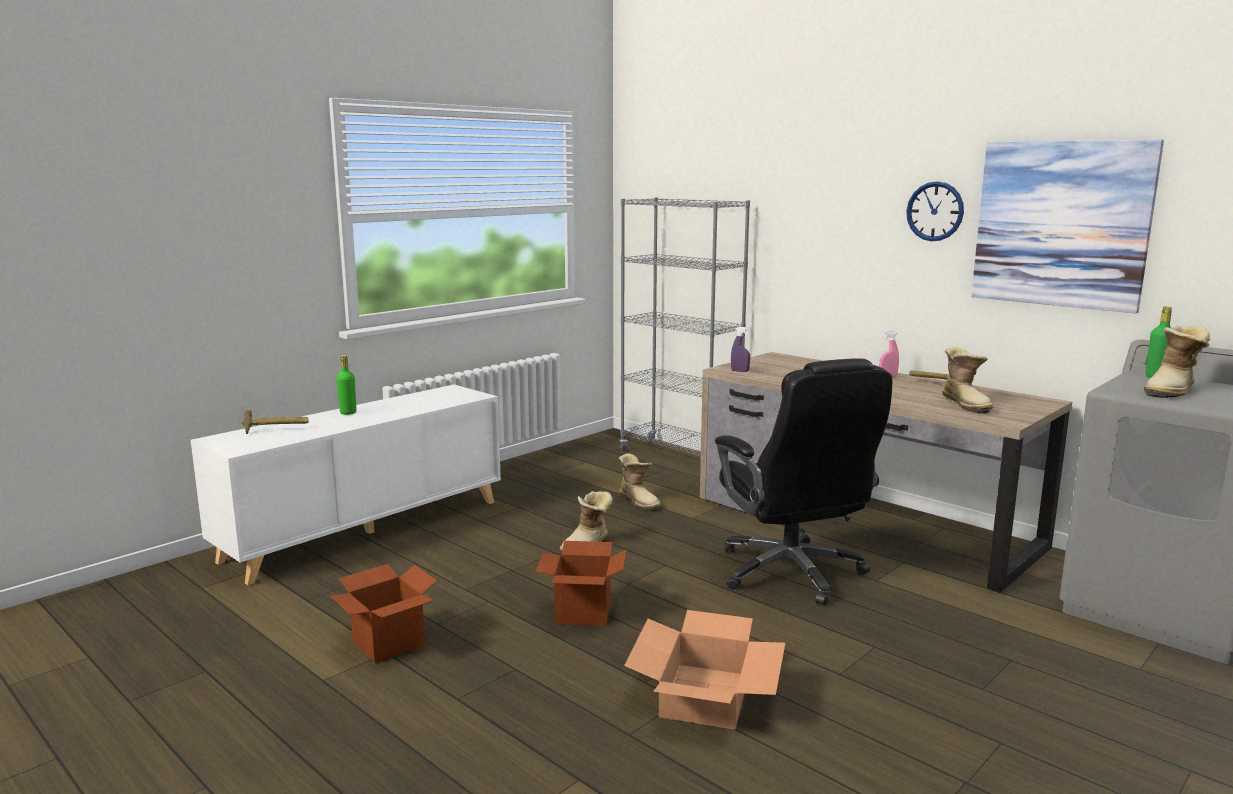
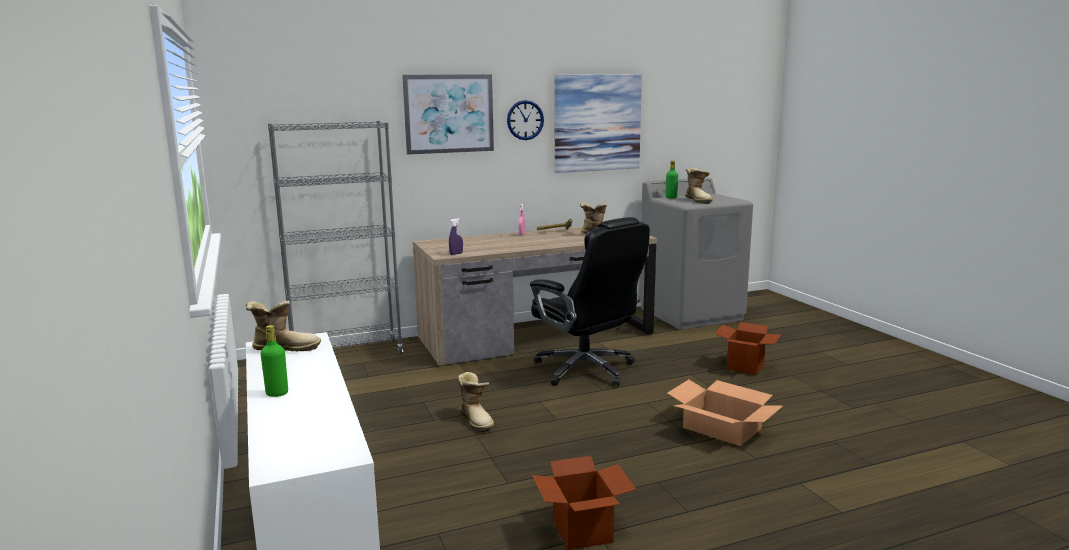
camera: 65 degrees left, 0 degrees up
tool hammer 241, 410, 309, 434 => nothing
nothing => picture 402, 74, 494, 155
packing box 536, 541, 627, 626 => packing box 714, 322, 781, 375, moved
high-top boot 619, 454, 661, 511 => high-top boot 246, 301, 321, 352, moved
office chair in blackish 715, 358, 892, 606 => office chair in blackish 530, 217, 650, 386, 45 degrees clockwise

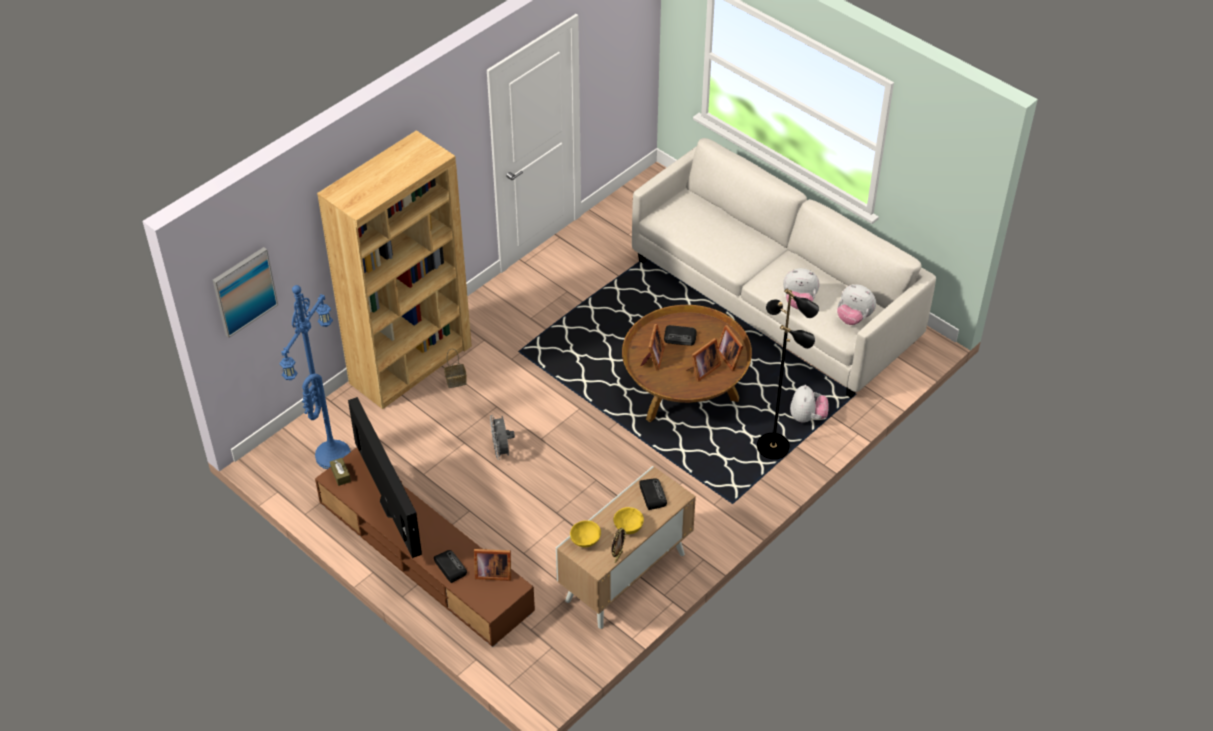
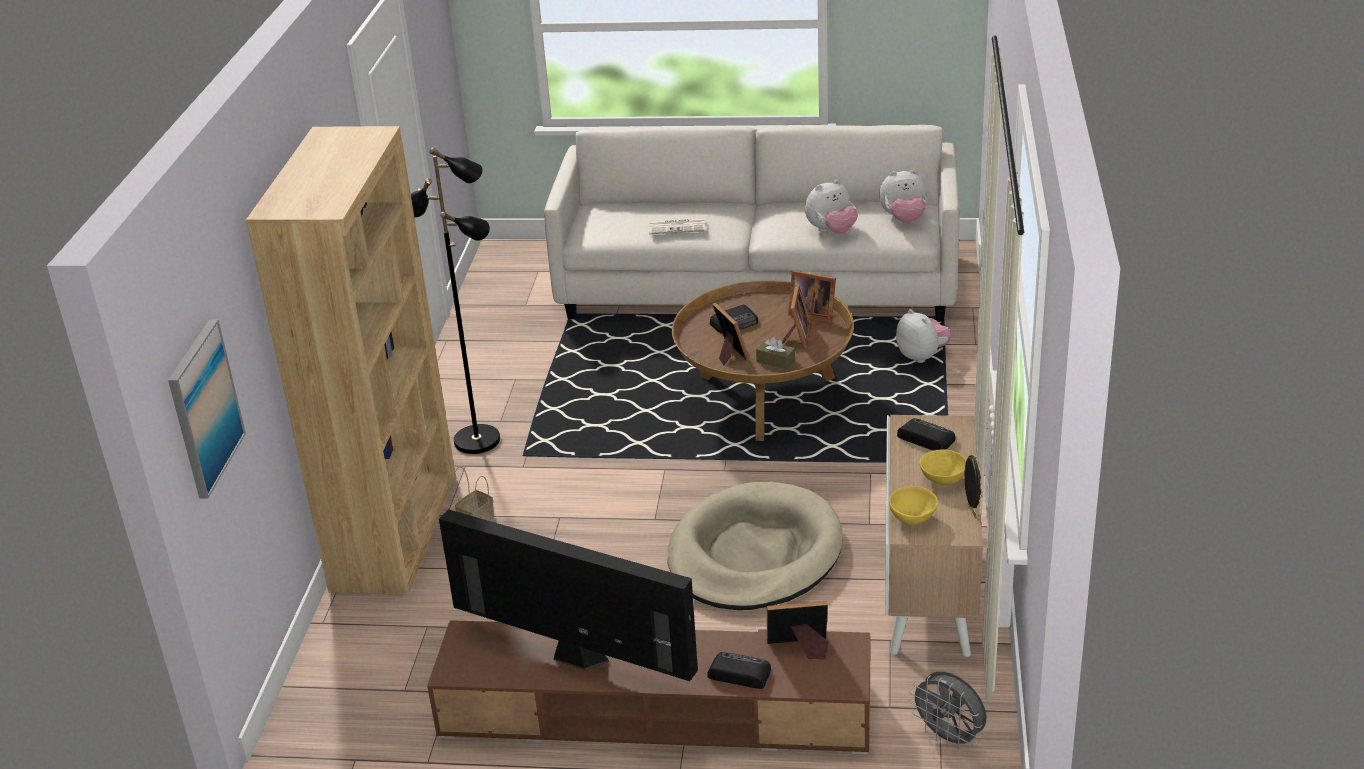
camera: 35 degrees left, 15 degrees down
floor lamp in blue 279, 285, 351, 469 => nothing
nothing => daily paper 649, 218, 705, 234
nothing => dog bed in beige 668, 482, 843, 610
box of tissues in brown-coloured 330, 458, 351, 486 => box of tissues in brown-coloured 756, 337, 795, 369, moved
fan in grey 490, 415, 515, 460 => fan in grey 909, 671, 987, 750, moved
floor lamp in blackish 757, 288, 819, 459 => floor lamp in blackish 411, 147, 500, 454, moved
standing frame 474, 549, 511, 581 => standing frame 767, 601, 829, 659, 150 degrees counterclockwise

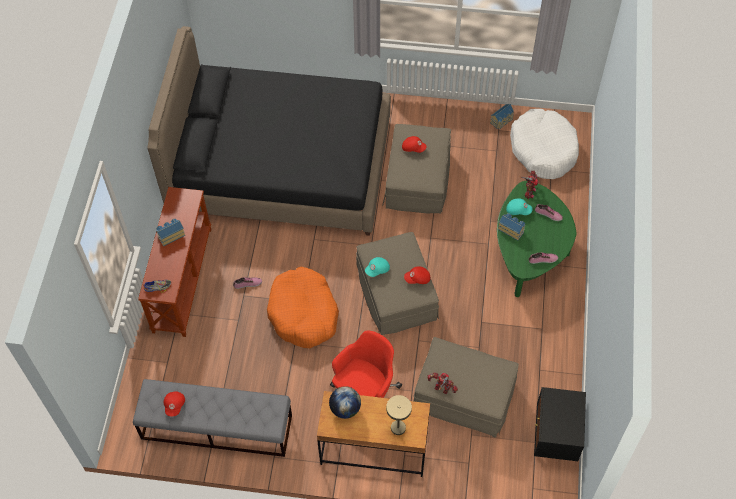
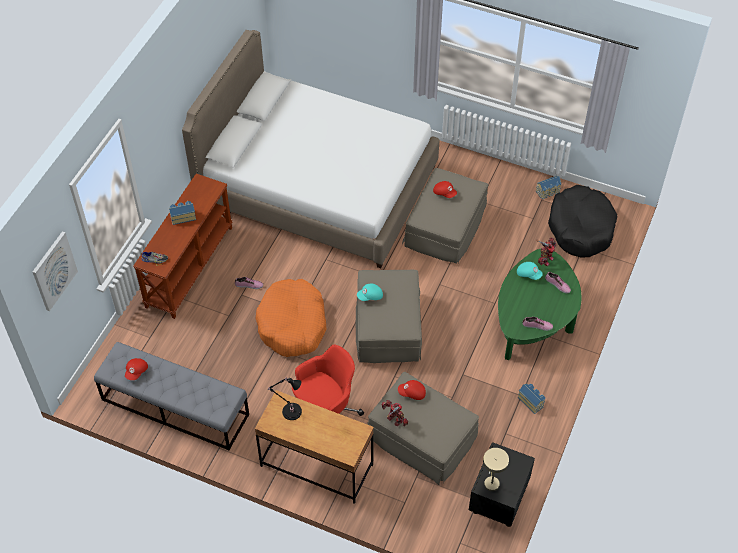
camera: 15 degrees right, 5 degrees down
nothing => picture 33, 231, 78, 311
lamp for a table in beige 386, 395, 412, 435 => lamp for a table in beige 483, 448, 509, 491, moved
peaked cap in red 404, 266, 431, 284 => peaked cap in red 398, 380, 426, 400, moved
model house 498, 213, 525, 241 => model house 518, 384, 546, 414, moved
globe 329, 386, 361, 419 => lamp for a table in blackish 267, 378, 302, 420
sleeping bed in blackish 147, 26, 391, 236 => sleeping bed in white 182, 30, 439, 268
dog bed in white 510, 109, 579, 179 => dog bed in blackish 548, 185, 617, 257

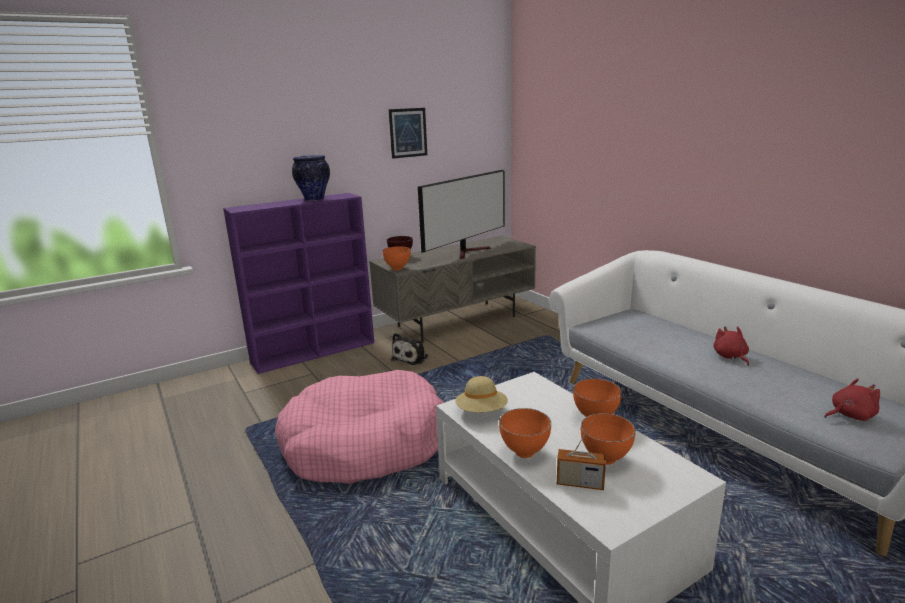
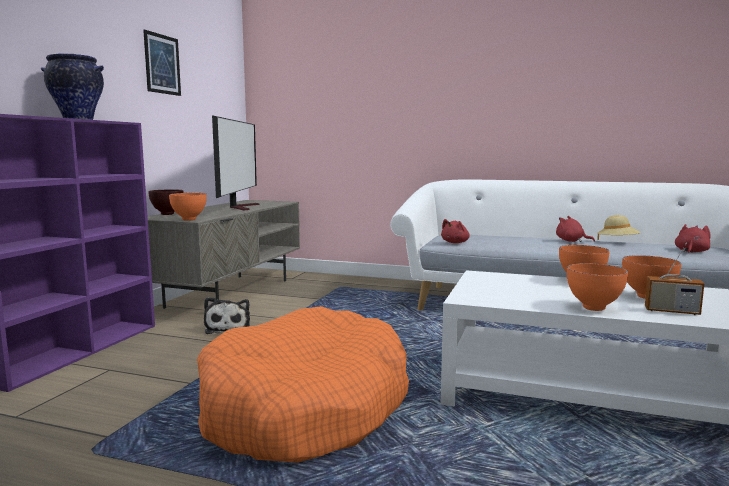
camera: 40 degrees left, 10 degrees down
nothing => plush toy in red 441, 219, 470, 243
clothing hat in beige 455, 376, 508, 412 => clothing hat in beige 597, 215, 641, 240, moved
dog bed in pink 275, 370, 444, 484 => dog bed in orange-coloured 197, 306, 409, 463
radio receiver 557, 421, 606, 490 => radio receiver 645, 243, 704, 315, 45 degrees clockwise

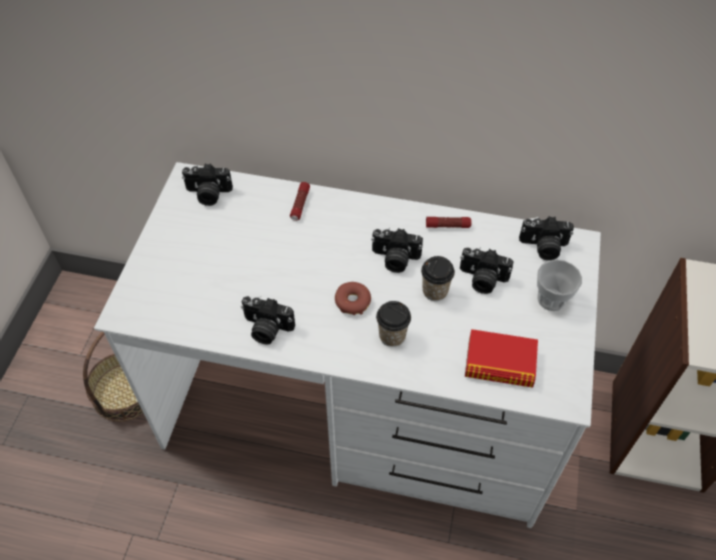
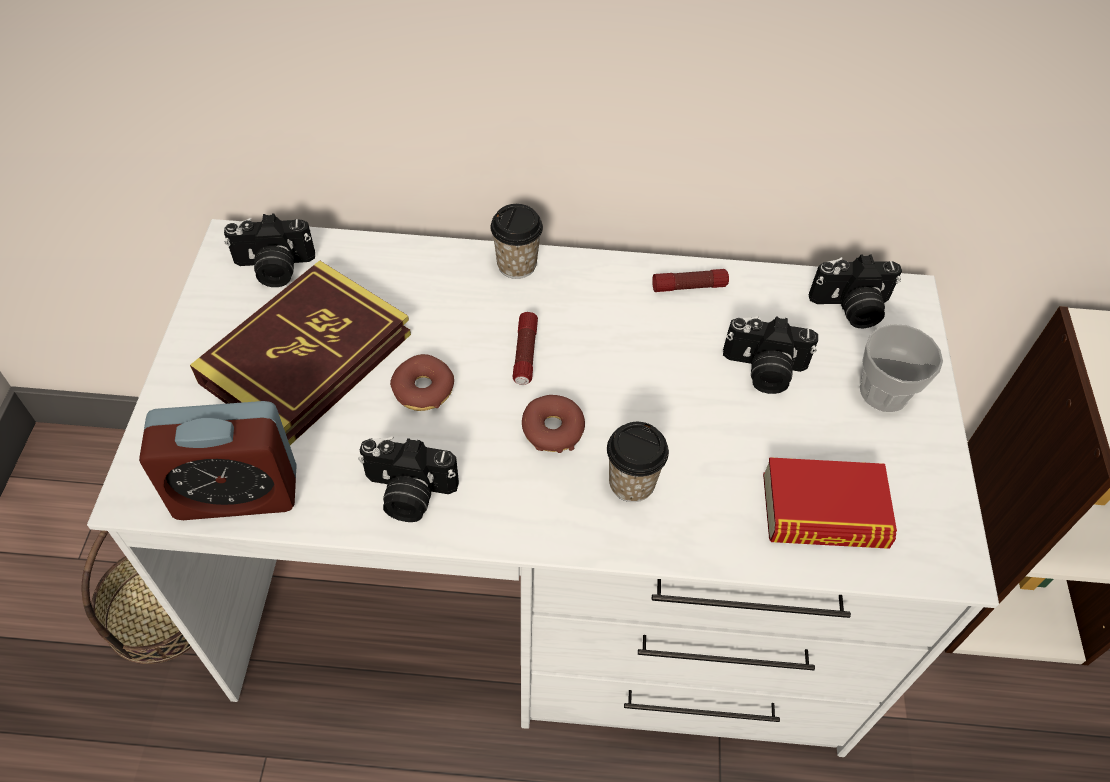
camera: 10 degrees left, 0 degrees up
still camera 371, 228, 423, 273 => nothing
nothing => bedside clock 139, 401, 297, 520
nothing => book 190, 260, 411, 445
nothing => ring doughnut 390, 354, 454, 411
flashlight 290, 182, 310, 221 => flashlight 513, 312, 538, 385, moved
small cup 421, 256, 455, 301 => small cup 490, 204, 543, 279, moved

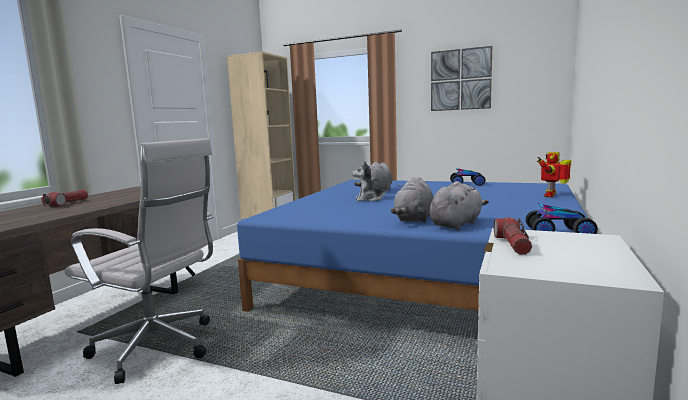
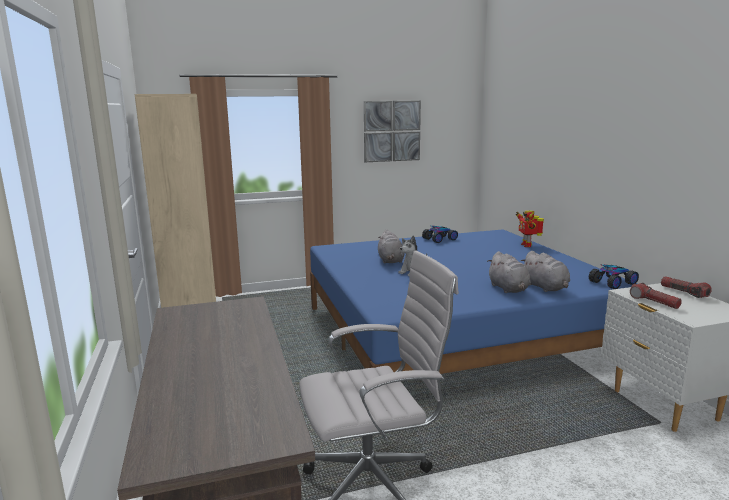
camera: 40 degrees left, 5 degrees up
flashlight 41, 190, 88, 207 => flashlight 661, 276, 712, 298, moved
plush toy in grey 429, 181, 489, 230 => plush toy in grey 521, 251, 570, 292, 150 degrees clockwise

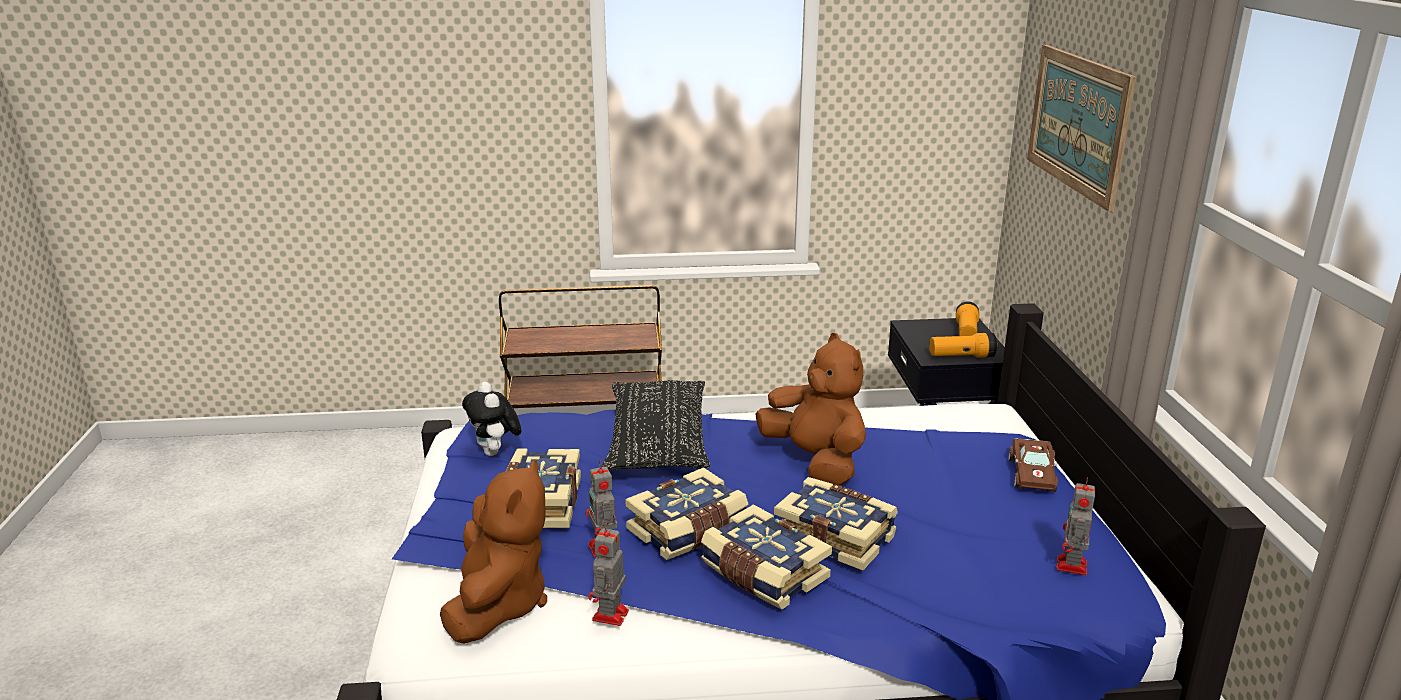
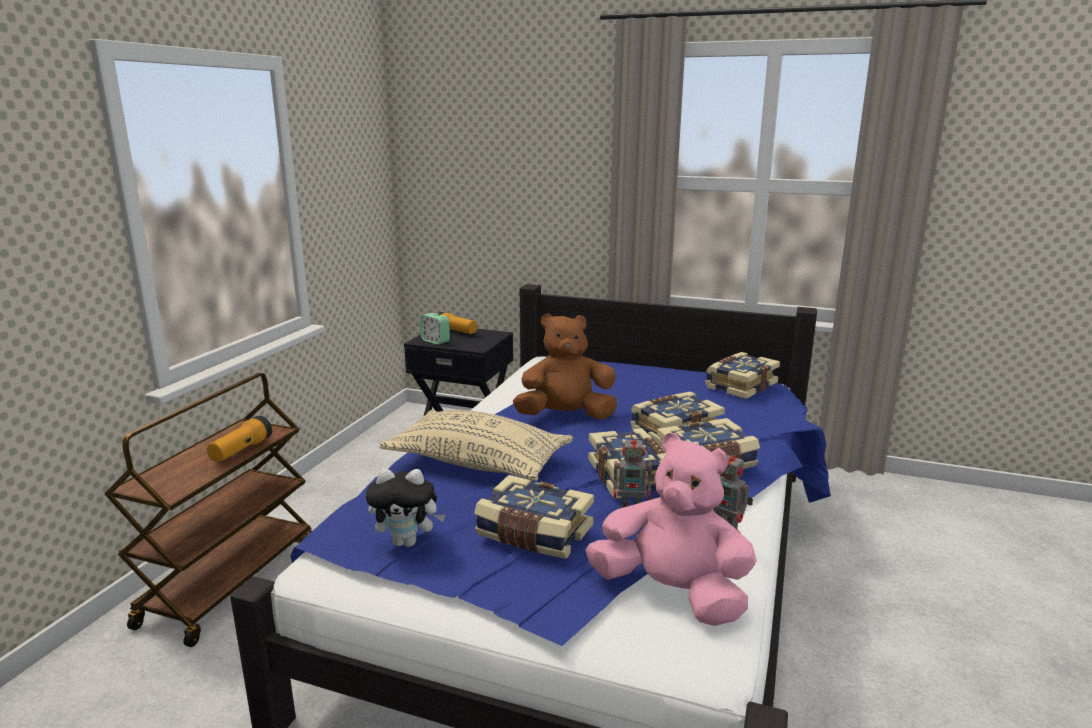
camera: 65 degrees left, 5 degrees down
toy car in brown-coloured 1009, 438, 1058, 492 => nothing
picture 1027, 45, 1136, 212 => nothing
nothing => bedside clock 420, 313, 450, 345
flashlight 929, 333, 997, 357 => flashlight 207, 416, 272, 462, moved
toy robot 1057, 477, 1095, 576 => book 705, 352, 780, 399
plush toy in brown-coloured 440, 459, 547, 644 => plush toy in pink 585, 433, 756, 626
pillow in blackish 602, 380, 710, 471 => pillow in beige 379, 410, 573, 481

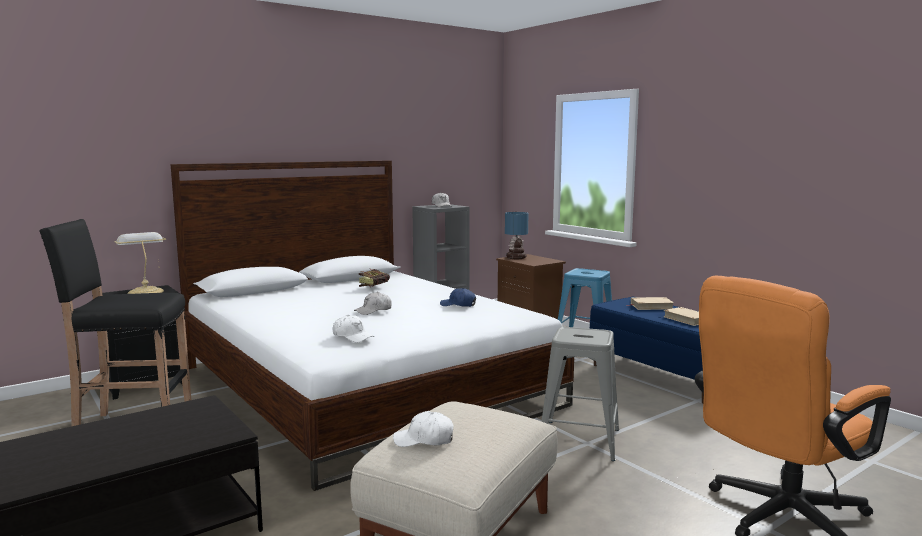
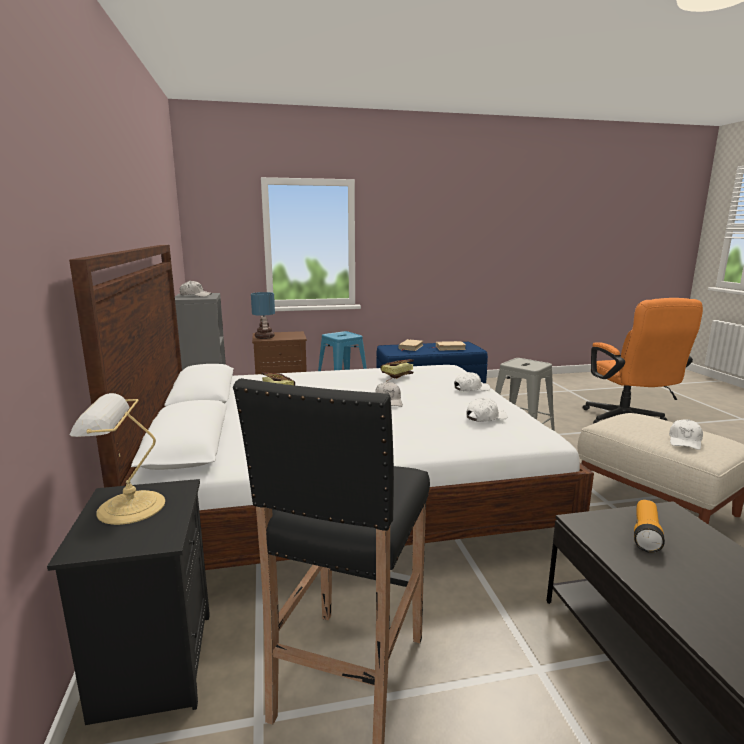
camera: 65 degrees left, 5 degrees up
nothing => peaked cap in white 454, 372, 490, 391
nothing => flashlight 634, 500, 665, 553
peaked cap in blue 440, 288, 476, 307 => book 381, 359, 414, 382

